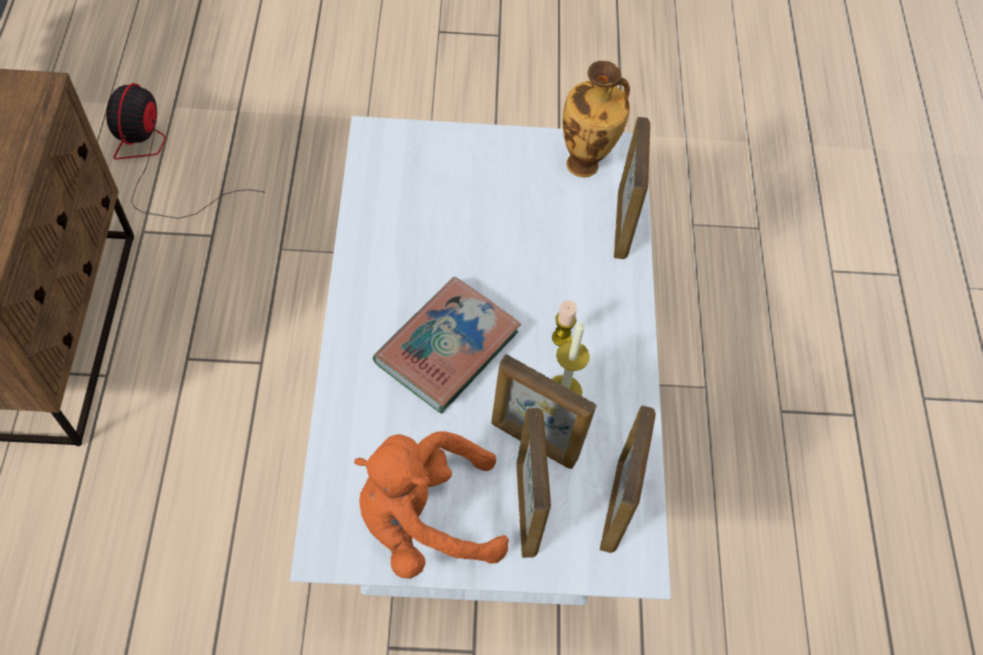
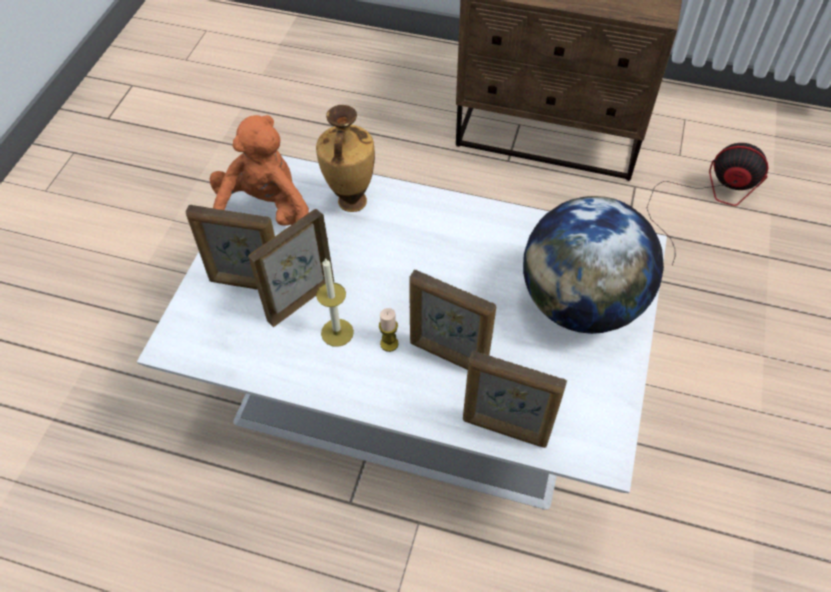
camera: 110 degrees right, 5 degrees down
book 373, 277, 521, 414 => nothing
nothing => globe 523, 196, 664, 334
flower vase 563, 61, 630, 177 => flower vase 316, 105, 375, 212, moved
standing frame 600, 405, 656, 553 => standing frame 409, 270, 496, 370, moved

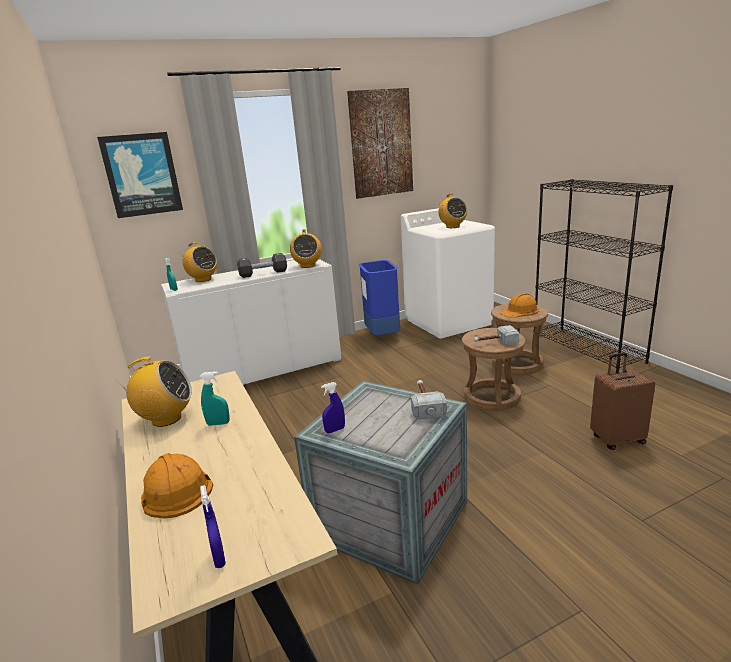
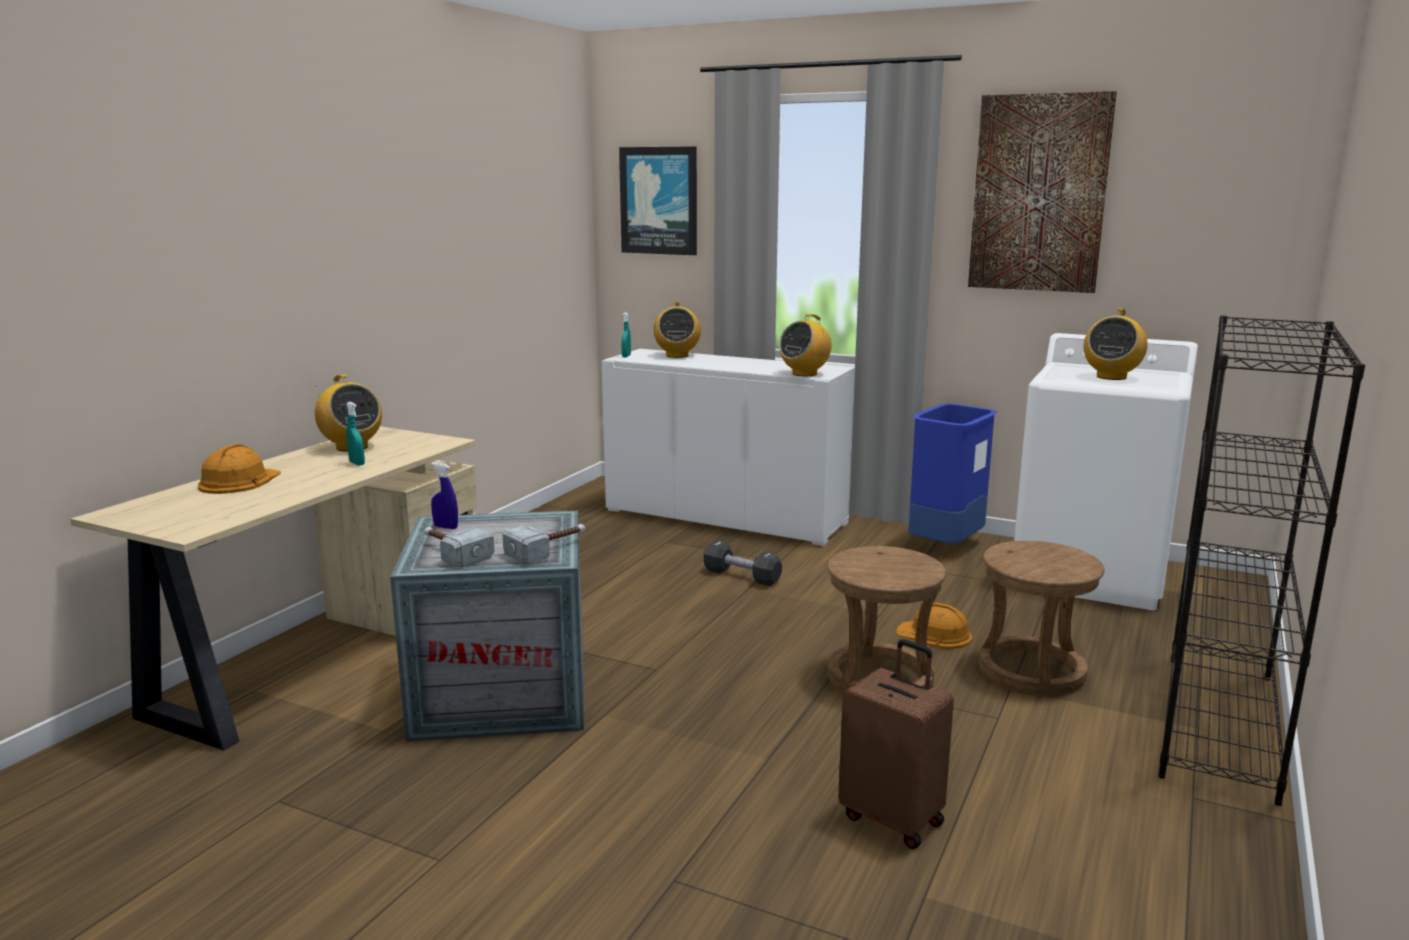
camera: 50 degrees right, 5 degrees down
hand sprayer in blue 200, 485, 226, 568 => nothing
free weight in blackish 237, 253, 287, 278 => free weight in blackish 704, 540, 782, 586, moved
tool hammer 474, 325, 519, 345 => tool hammer 424, 527, 495, 568, moved
safety helmet in orange-coloured 500, 293, 539, 318 => safety helmet in orange-coloured 896, 603, 972, 649, moved

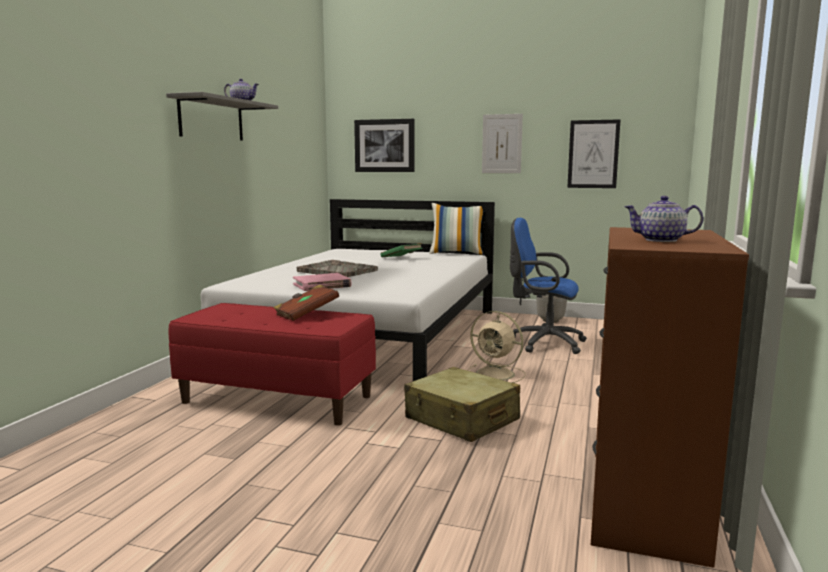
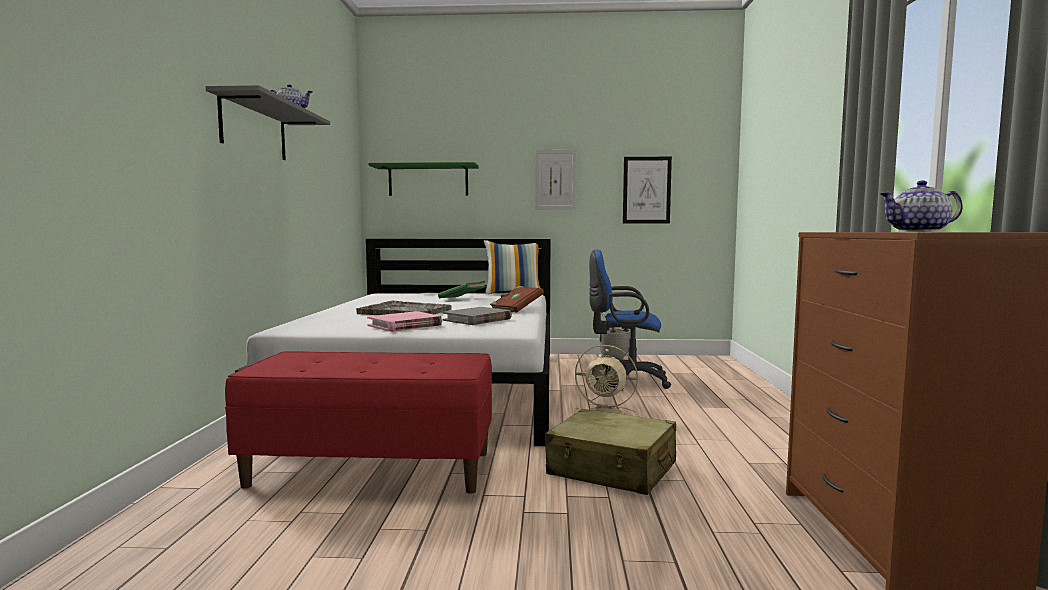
camera: 15 degrees left, 5 degrees down
nothing => book in grey 442, 307, 512, 325
book in brown-coloured 273, 284, 339, 321 => book in brown-coloured 490, 286, 544, 313, moved
picture 354, 119, 414, 172 => bracket shelf in green-coloured 368, 162, 479, 196

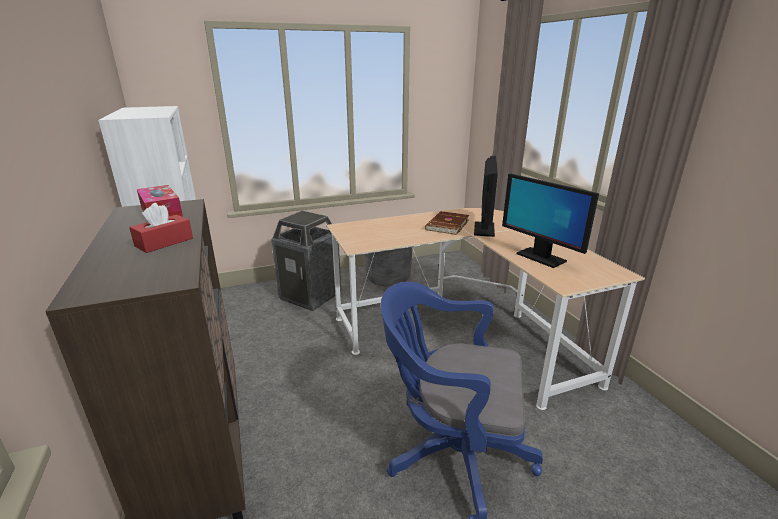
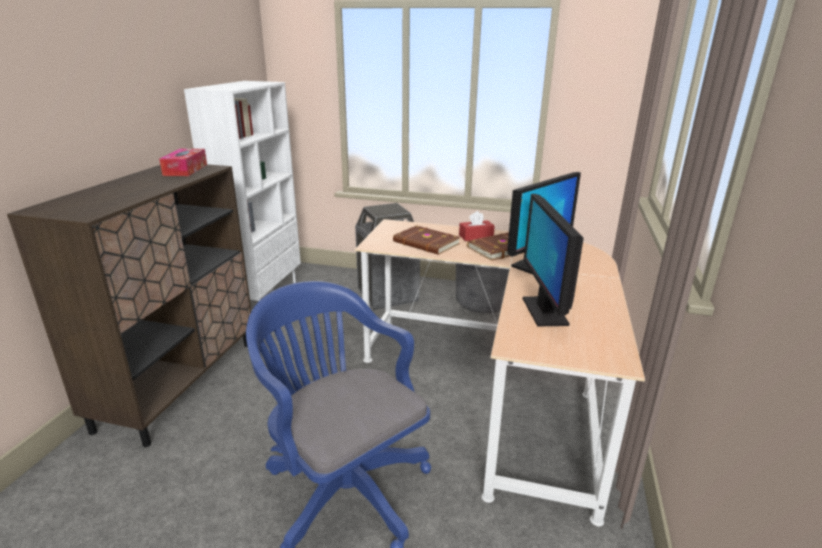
camera: 35 degrees right, 0 degrees up
nothing => book in brown-coloured 393, 225, 460, 255
box of tissues in red 129, 203, 193, 253 => box of tissues in red 459, 211, 495, 241, moved

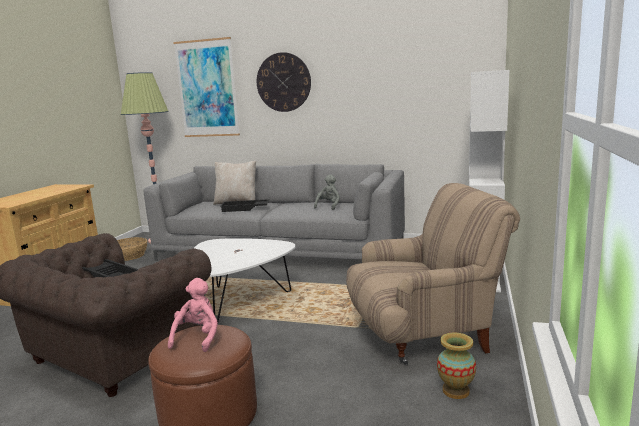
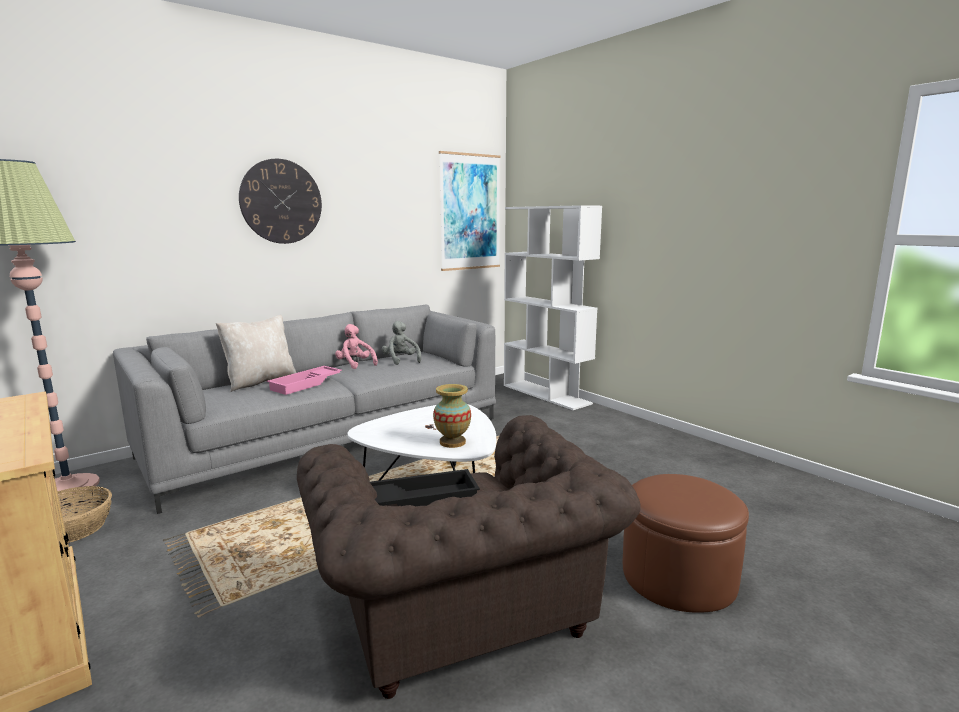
camera: 55 degrees left, 0 degrees up
lounge chair in beige 346, 183, 520, 365 => nothing
plush toy in pink 168, 278, 218, 352 => plush toy in pink 335, 324, 378, 369, moved
picture 173, 37, 240, 137 => picture 439, 151, 500, 271, moved
flower vase 437, 332, 476, 399 => flower vase 433, 384, 471, 448, moved
tray in blackish 220, 199, 269, 212 => tray in pink 267, 366, 342, 395

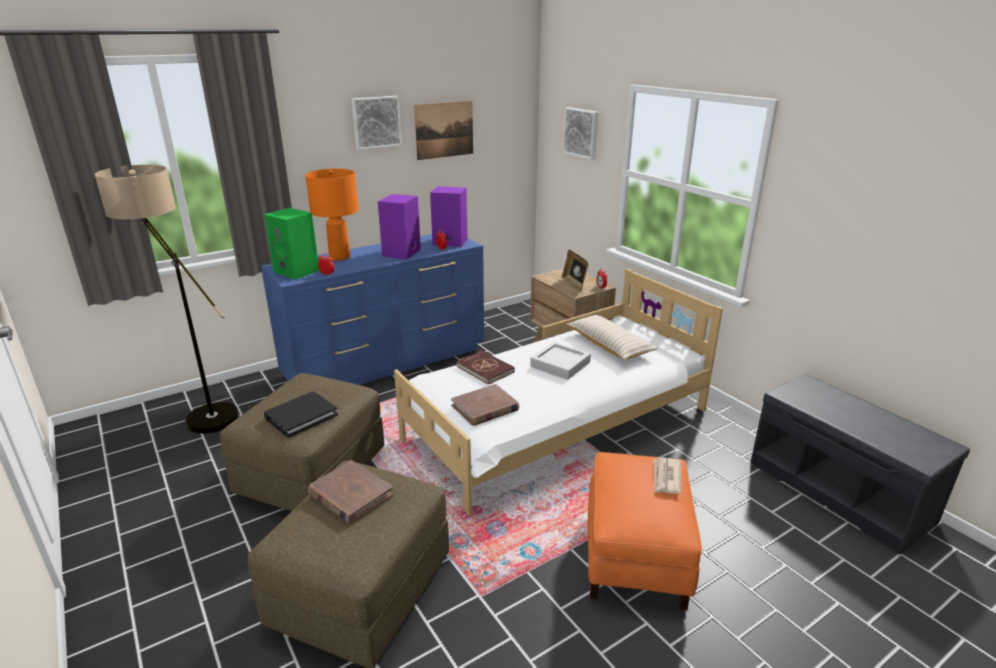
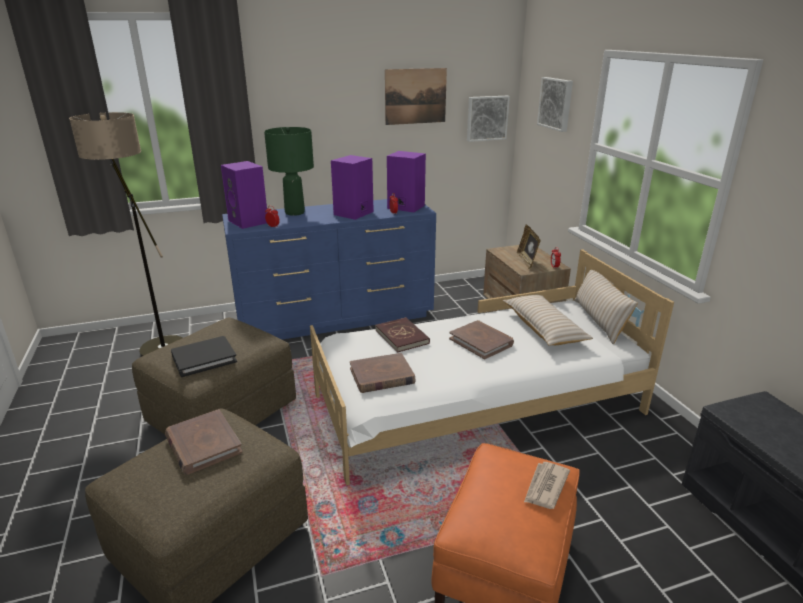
camera: 15 degrees right, 0 degrees up
nothing => pillow in beige 574, 270, 638, 344
picture 351, 96, 402, 150 => picture 467, 96, 510, 142, moved
tray in grey 530, 342, 591, 380 => book in brown-coloured 449, 320, 514, 359
speaker in green-coloured 264, 208, 319, 279 => speaker in purplish 221, 161, 267, 229
lamp for a table in orange-coloured 305, 169, 358, 261 => lamp for a table in green-coloured 264, 127, 314, 216

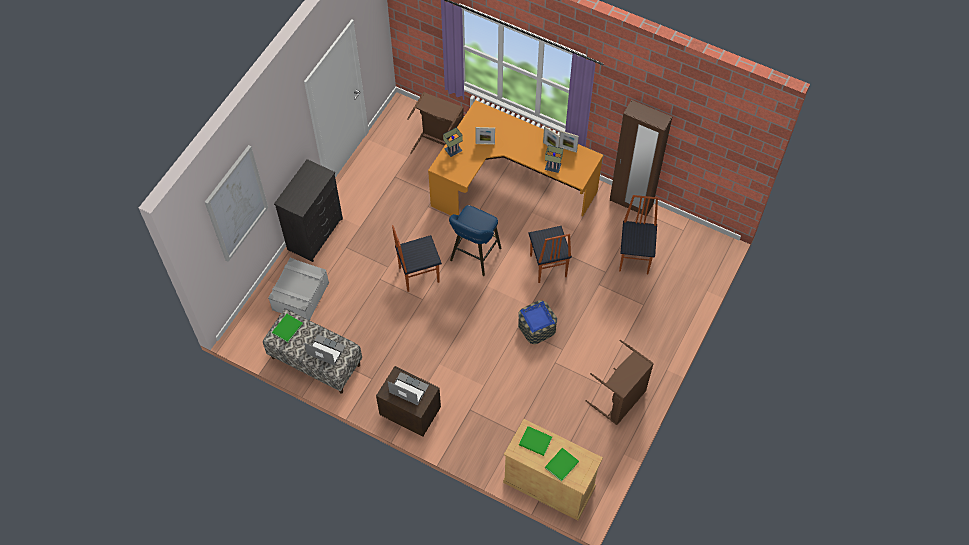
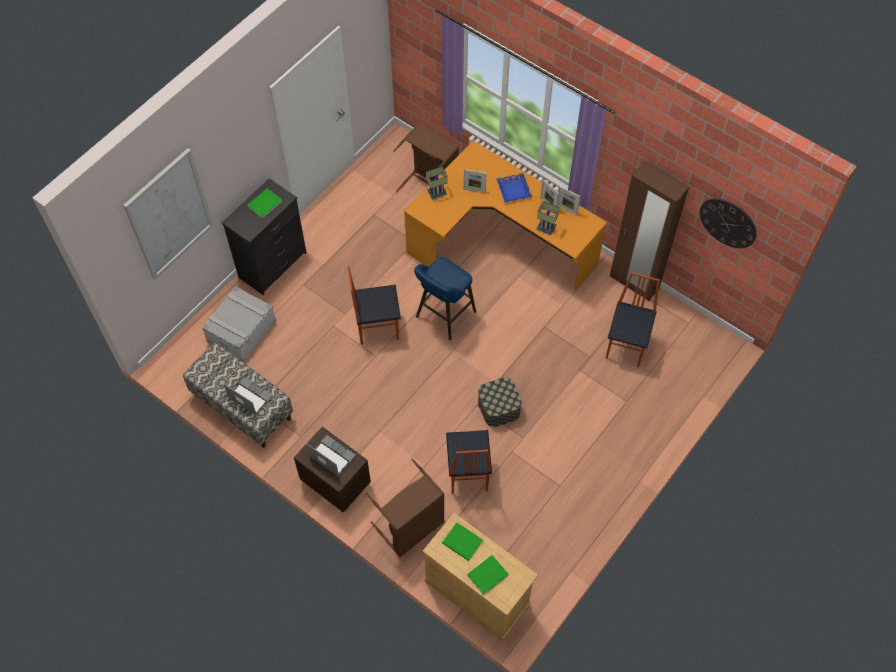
camera: 10 degrees right, 0 degrees up
nothing => wall clock 700, 198, 757, 248
book in green-coloured 272, 314, 303, 343 => book in green-coloured 247, 188, 282, 219, moved
tray in blue 520, 301, 555, 333 => tray in blue 497, 173, 532, 202, moved
plain chair 528, 226, 572, 283 => plain chair 446, 430, 492, 494, moved
washing basket in brown-coloured 585, 340, 654, 425 => washing basket in brown-coloured 366, 459, 444, 557, moved

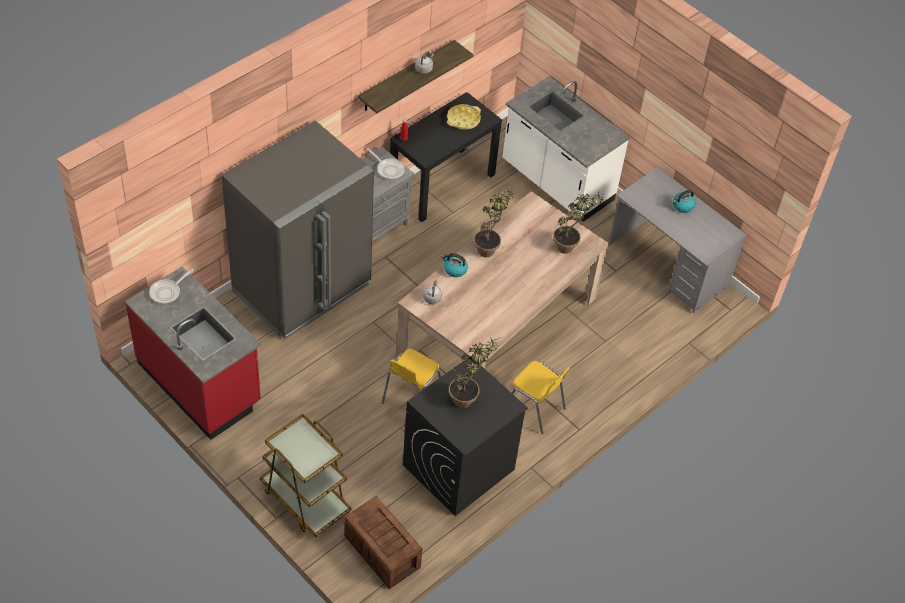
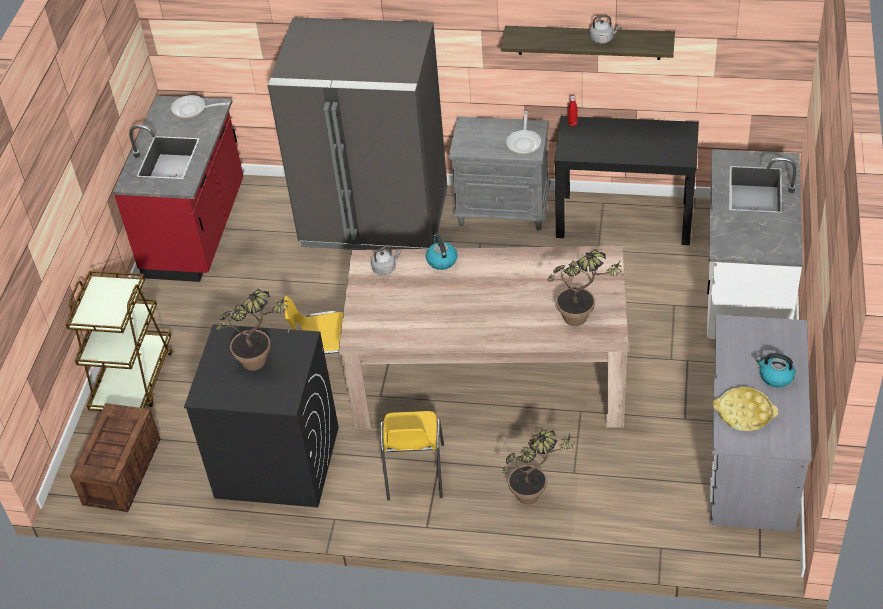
camera: 60 degrees right, 5 degrees down
tray in yellow 447, 104, 481, 130 => tray in yellow 713, 387, 778, 431, moved
plant in a pot 473, 187, 514, 257 => plant in a pot 502, 429, 575, 505, moved

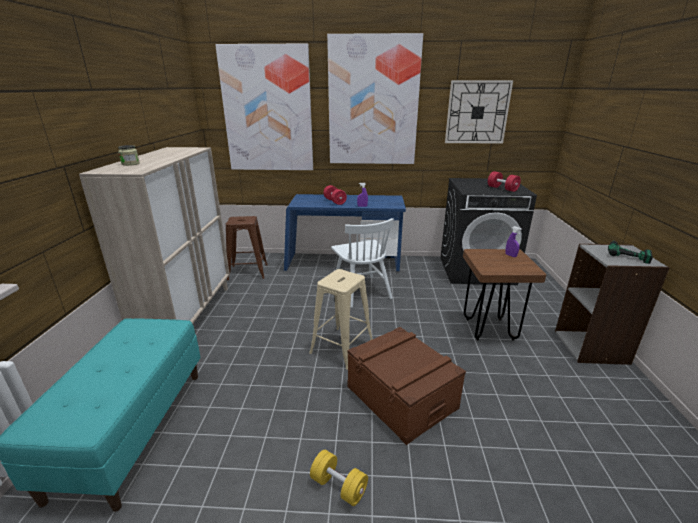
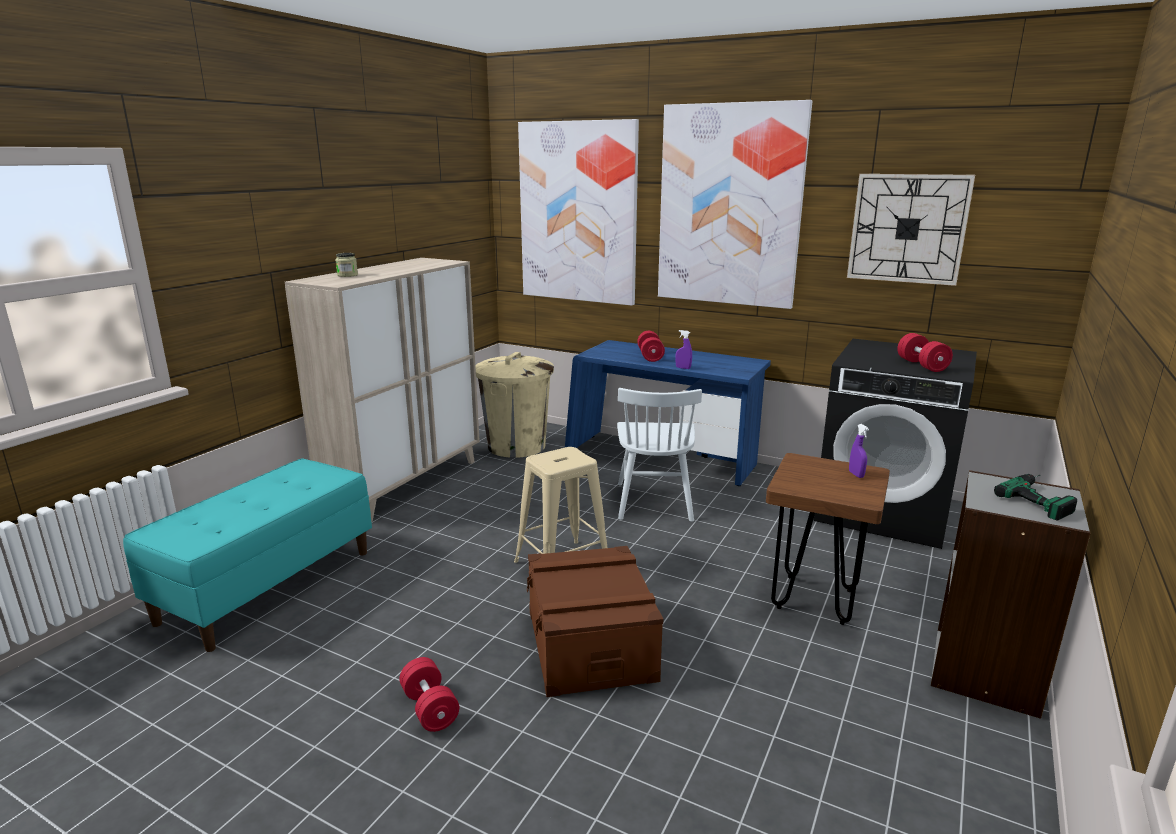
camera: 25 degrees right, 5 degrees down
stool seat in brown-coloured 226, 216, 268, 280 => waste bin in beige 475, 352, 554, 458
free weight in yellow 310, 450, 368, 506 => free weight in red 399, 657, 459, 732

